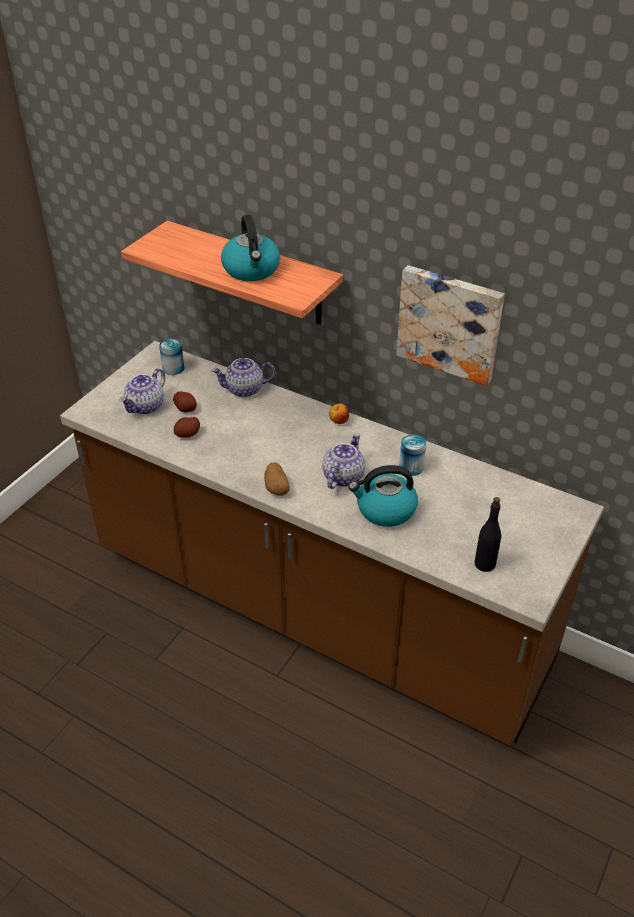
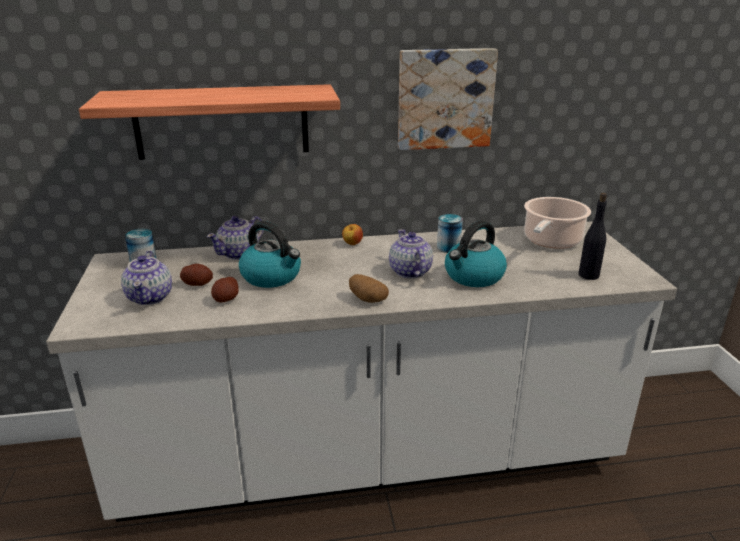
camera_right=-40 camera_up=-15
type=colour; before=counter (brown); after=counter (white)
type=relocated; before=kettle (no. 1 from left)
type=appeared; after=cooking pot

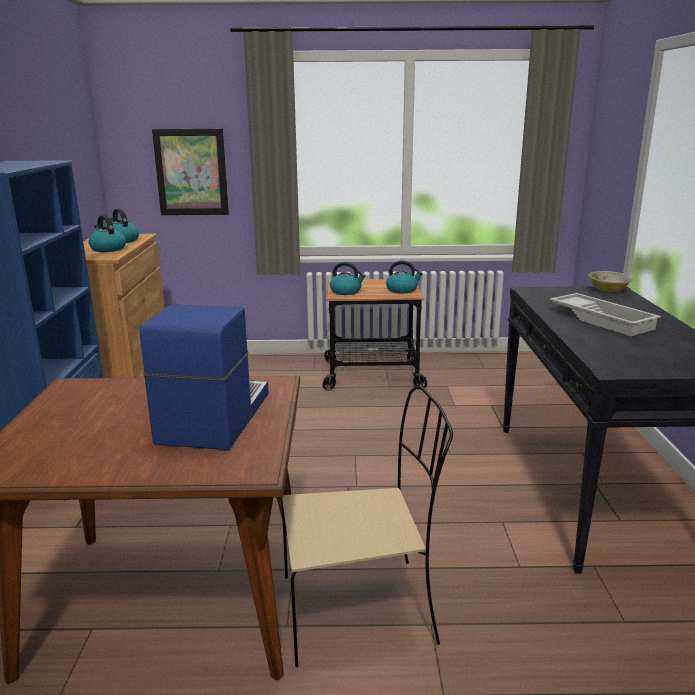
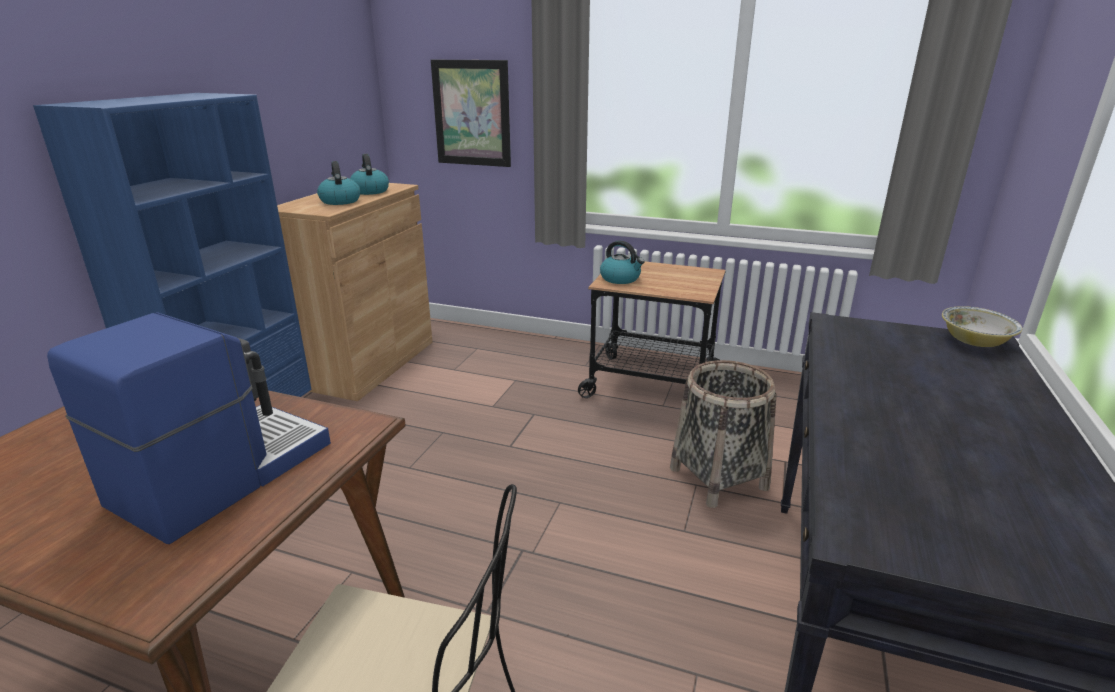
camera_right=20 camera_up=5
type=missing; before=kettle (no. 4 from left)
type=missing; before=tray (white)
type=appeared; after=basket

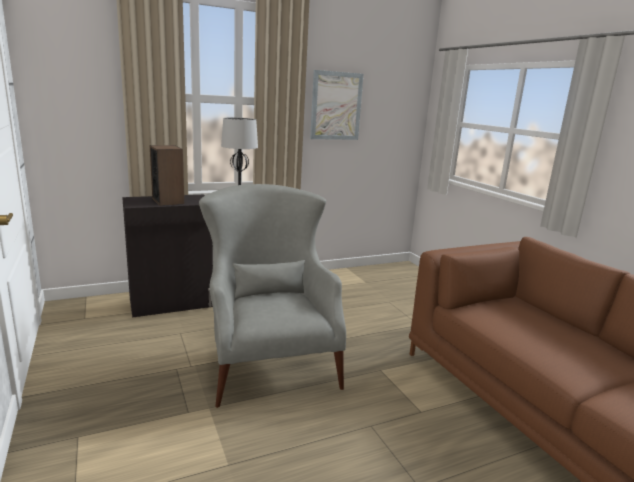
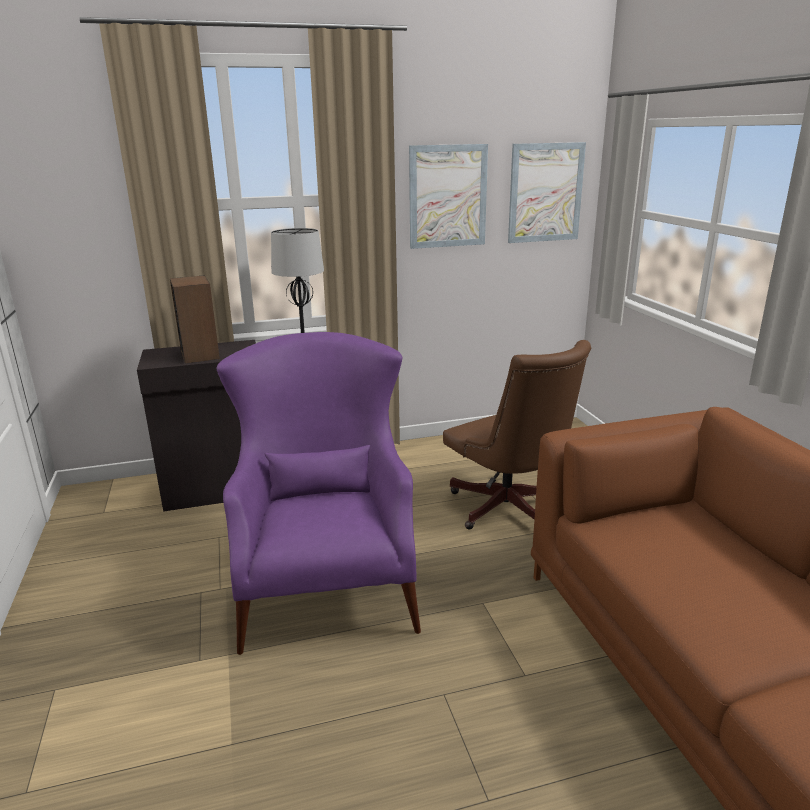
camera_right=10 camera_up=5
type=colour; before=armchair (grey); after=armchair (purple)
type=appeared; after=office chair (brown)
type=appeared; after=picture (no. 2 from left)

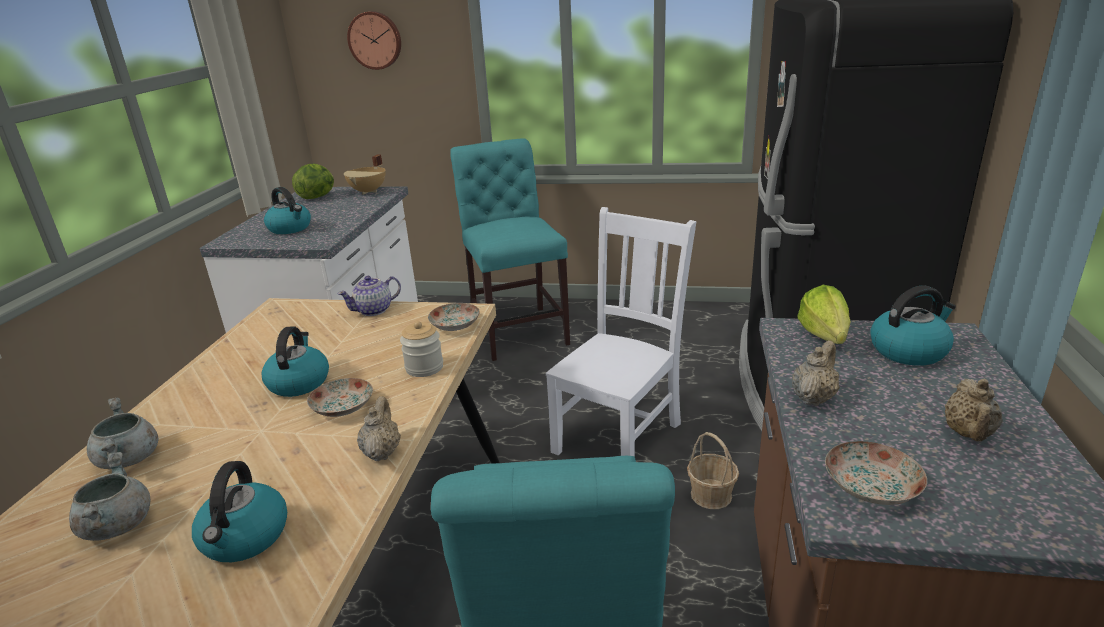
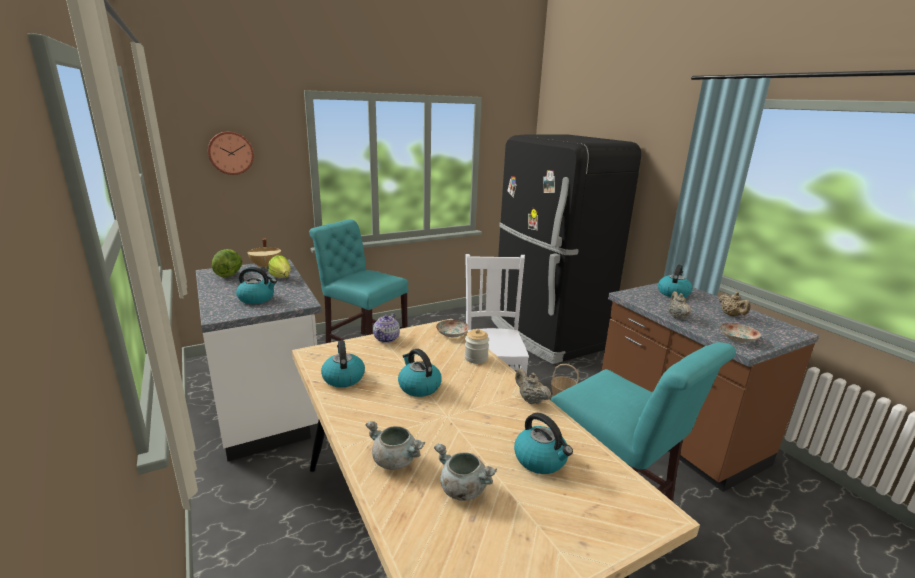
camera_right=-40 camera_up=-5
type=missing; before=plate (no. 1 from left)
type=relocated; before=lettuce (no. 2 from left)
type=appeared; after=kettle (no. 2 from left)

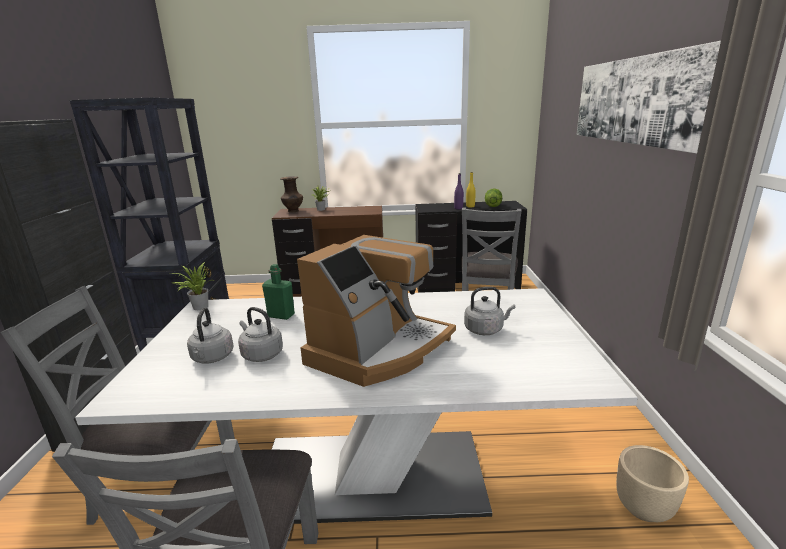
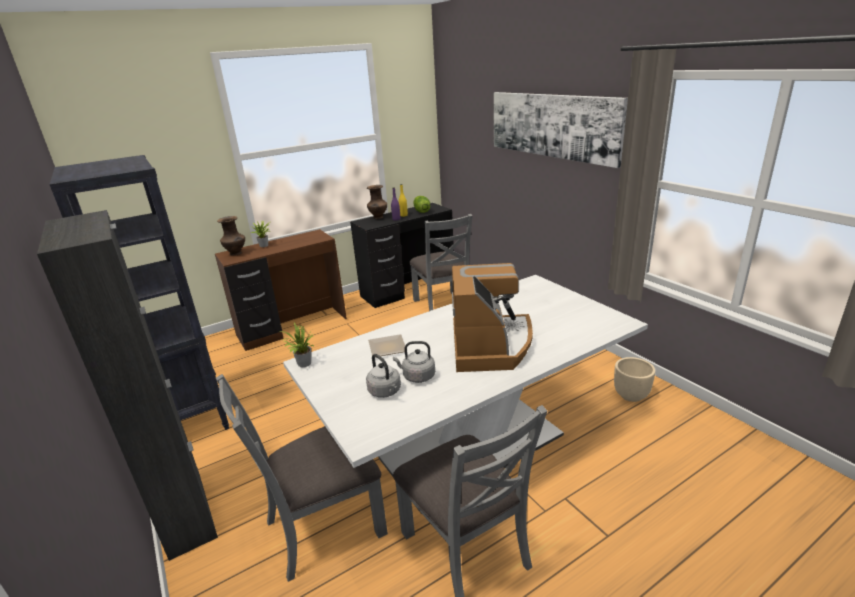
camera_right=-30 camera_up=5
type=exchanged; before=bottle (green); after=plate
type=missing; before=kettle (grey) (no. 3 from left)
type=appeared; after=vase (brown) (no. 2 from left)

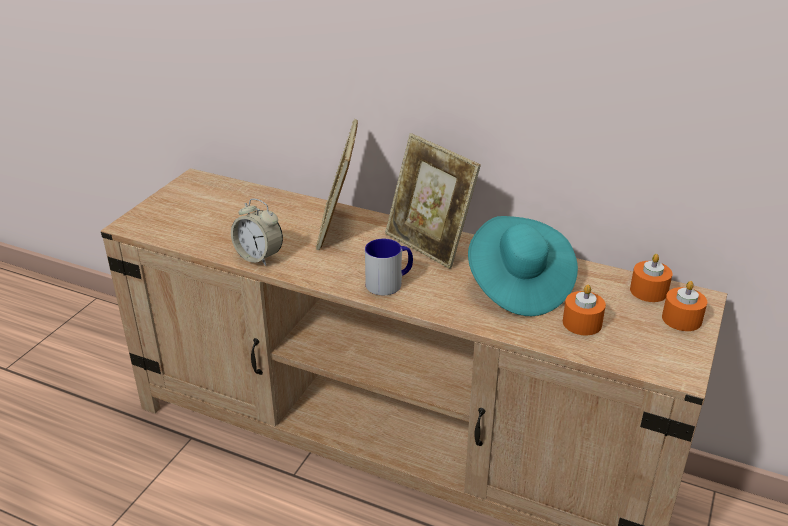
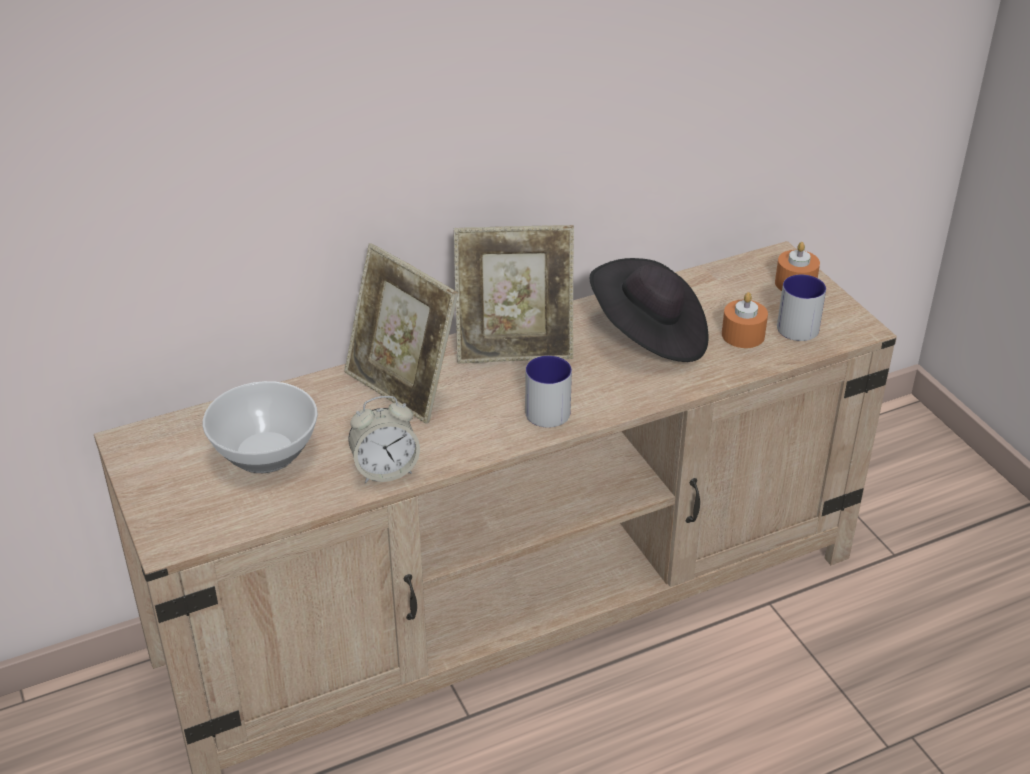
camera_right=-50 camera_up=5
type=colour; before=hat (turquoise); after=hat (black)
type=missing; before=candle (orange) (no. 2 from left)
type=appeared; after=bowl
type=appeared; after=mug (no. 2 from left)

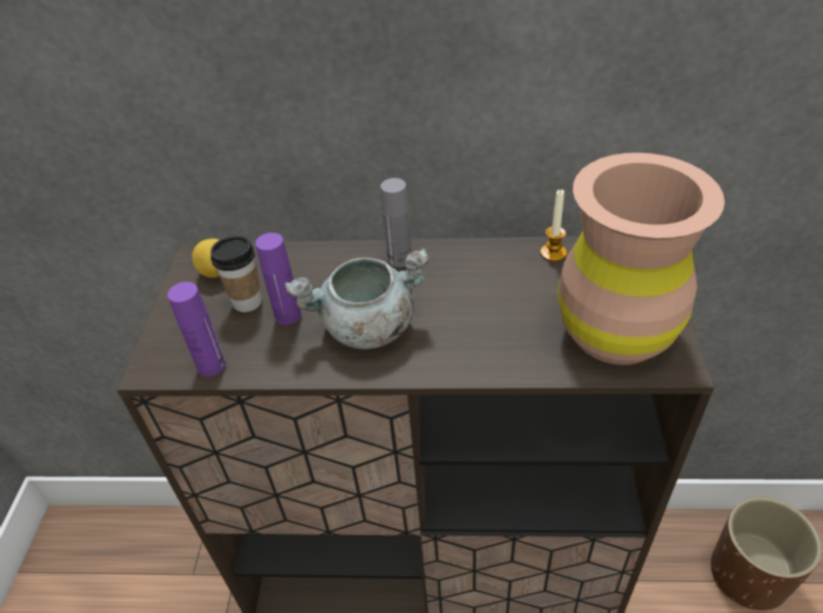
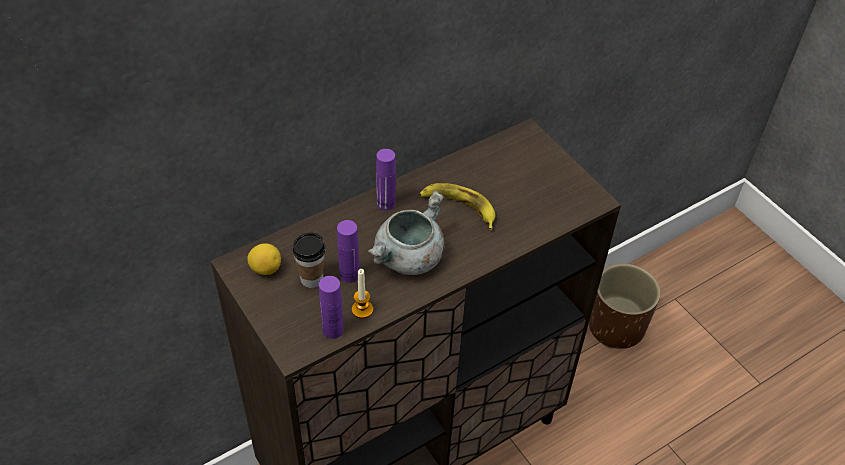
camera_right=-40 camera_up=5
type=colour; before=bottle (grey); after=bottle (purple) (no. 3 from left)
type=relocated; before=candle
type=missing; before=vase (brown)
type=appeared; after=banana

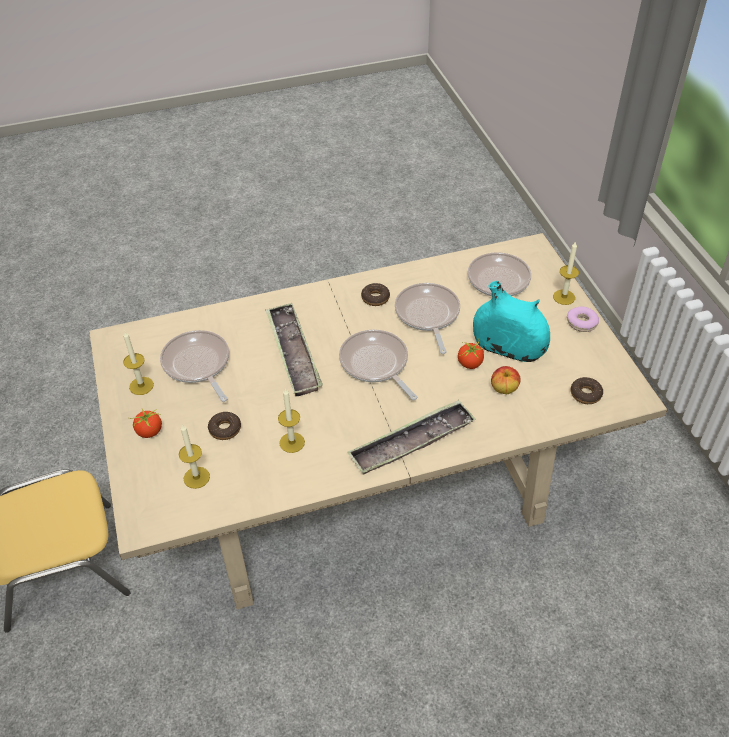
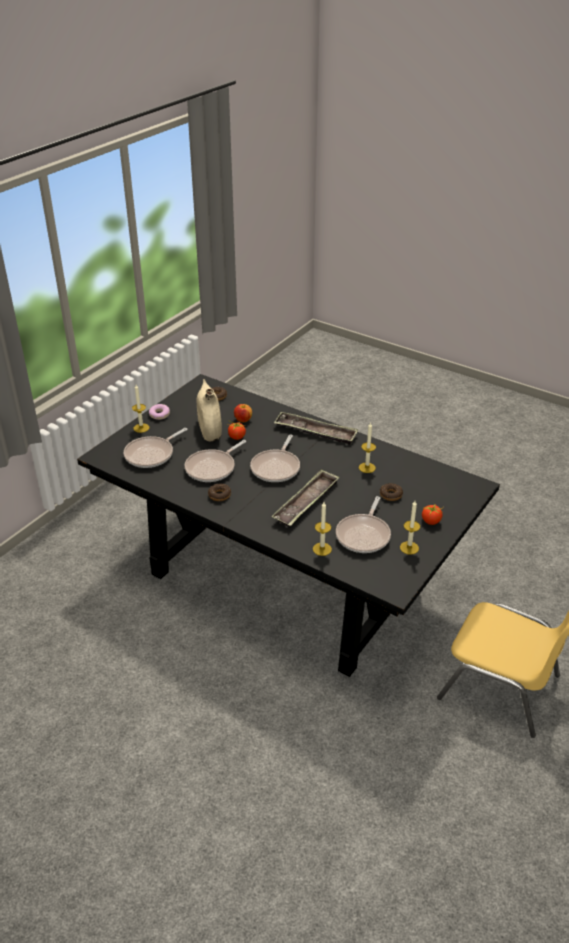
camera_right=-130 camera_up=-10
type=colour; before=dining table (beige); after=dining table (black)
type=relocated; before=candle (no. 2 from left)
type=colour; before=vase (turquoise); after=vase (beige)

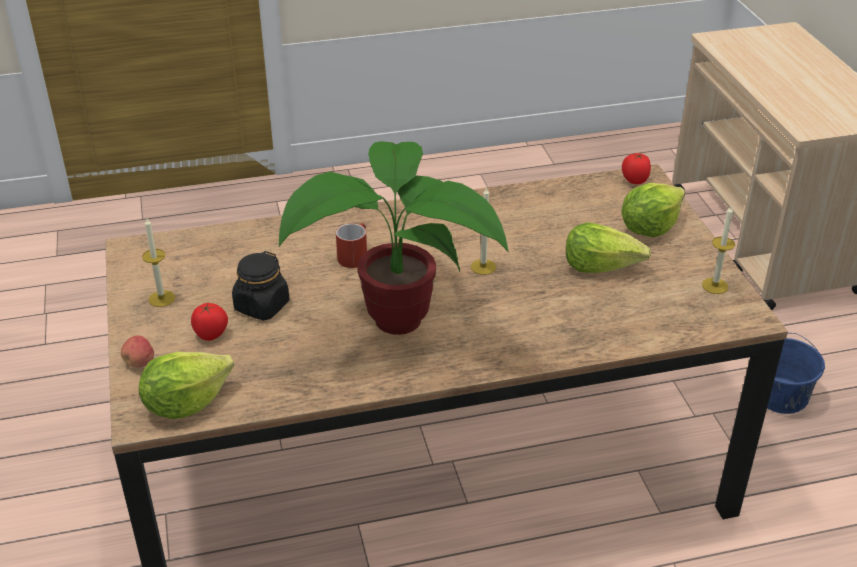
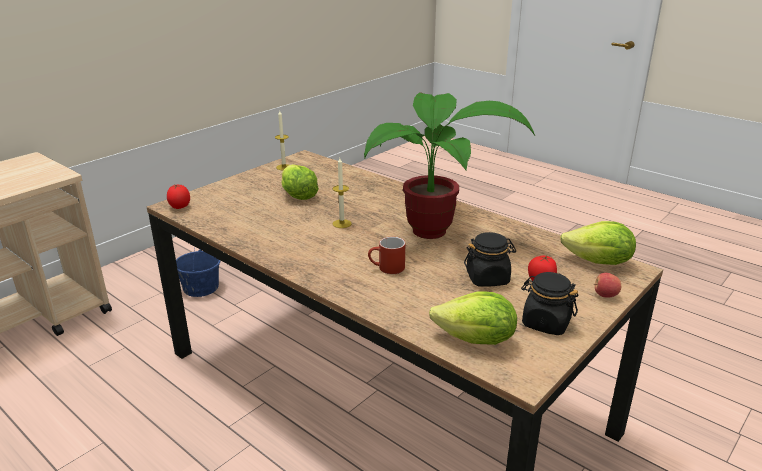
camera_right=-125 camera_up=-10
type=exchanged; before=candle (no. 1 from left); after=jar (black) (no. 2 from left)
type=relocated; before=lettuce (no. 3 from left in the first image); after=lettuce (no. 2 from left)

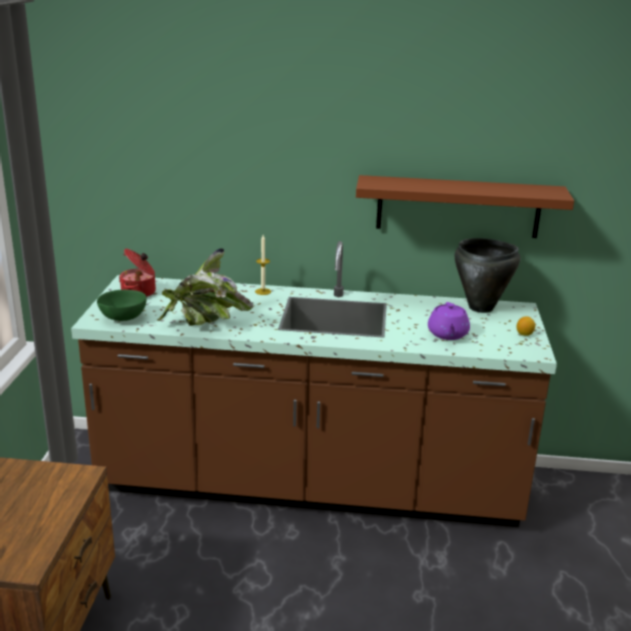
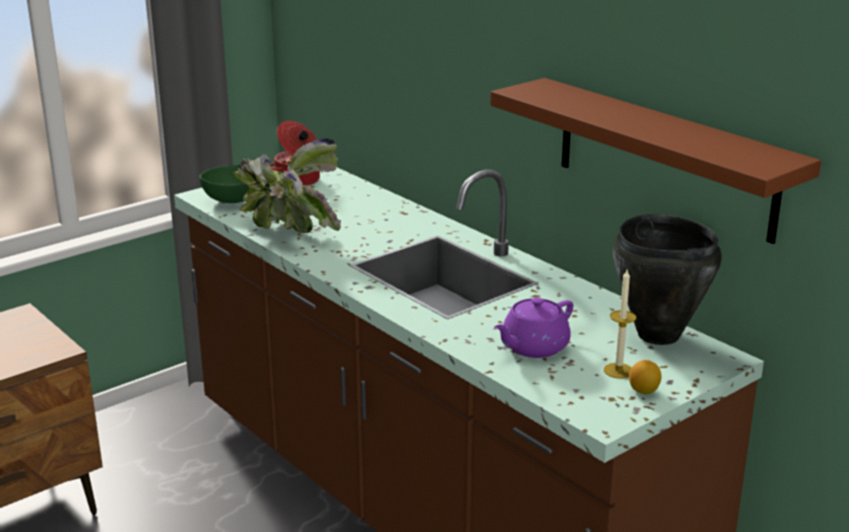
camera_right=45 camera_up=0
type=relocated; before=candle

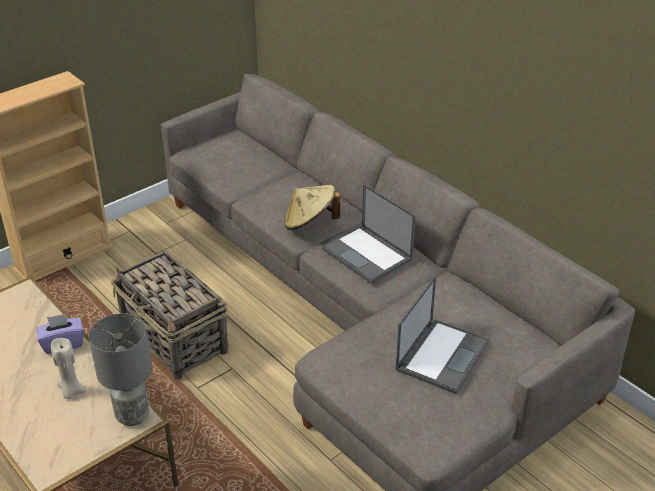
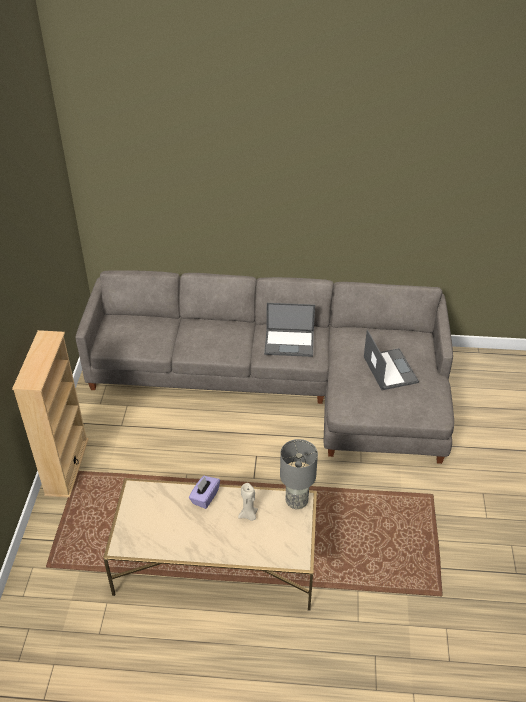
camera_right=-45 camera_up=5
type=missing; before=basket
type=missing; before=hat (beige)

